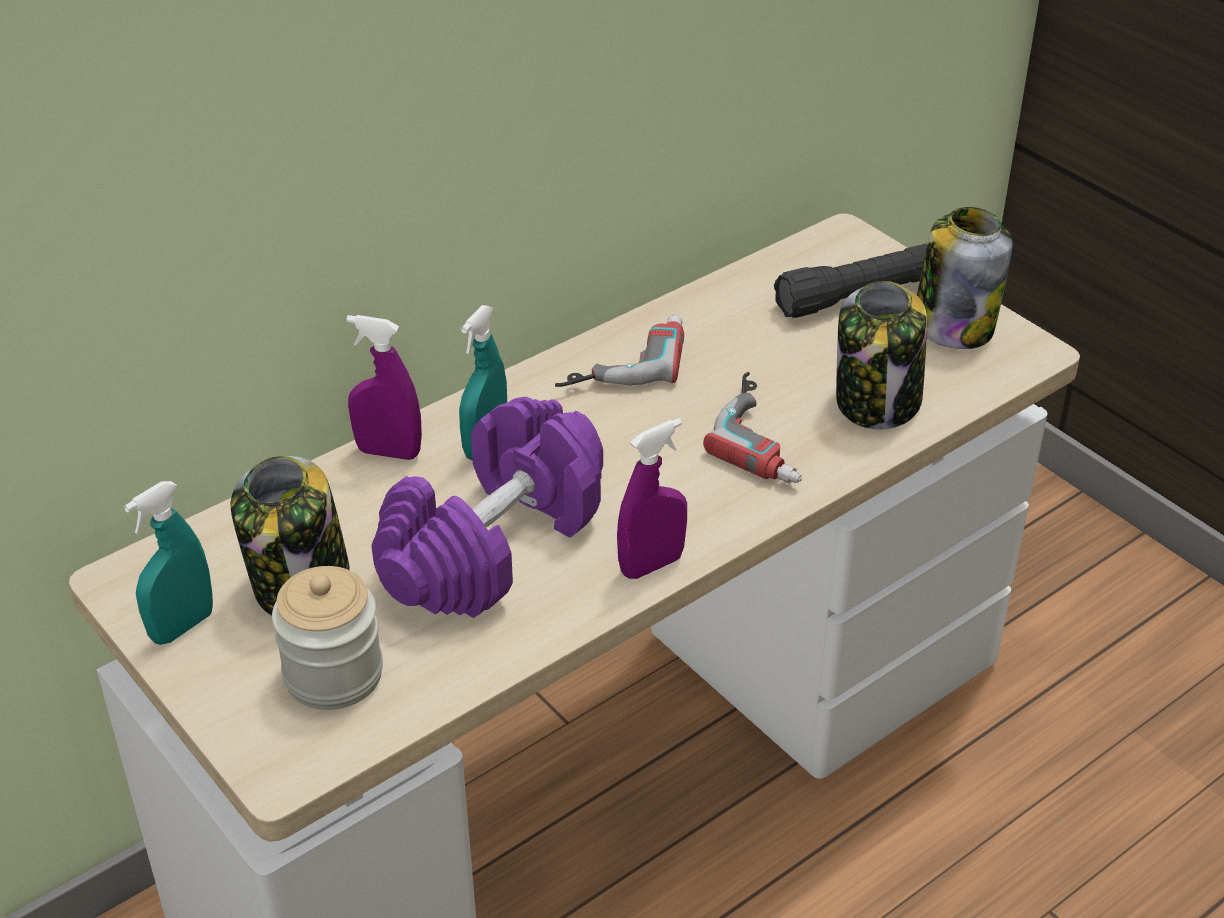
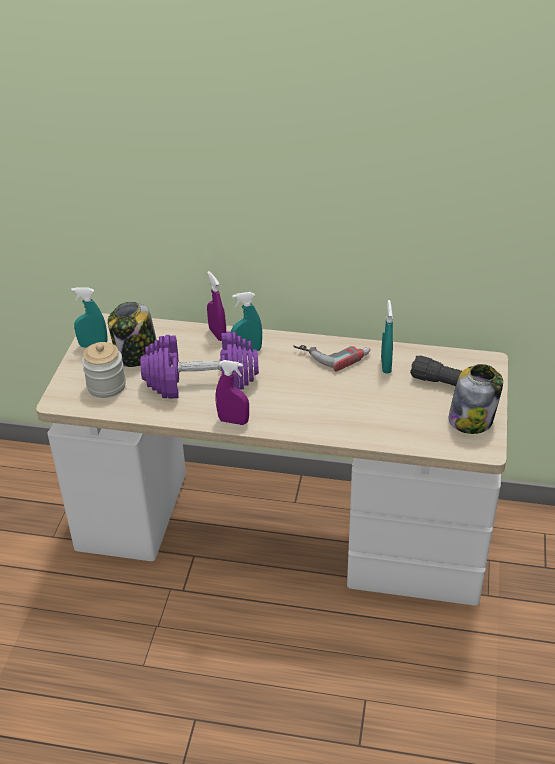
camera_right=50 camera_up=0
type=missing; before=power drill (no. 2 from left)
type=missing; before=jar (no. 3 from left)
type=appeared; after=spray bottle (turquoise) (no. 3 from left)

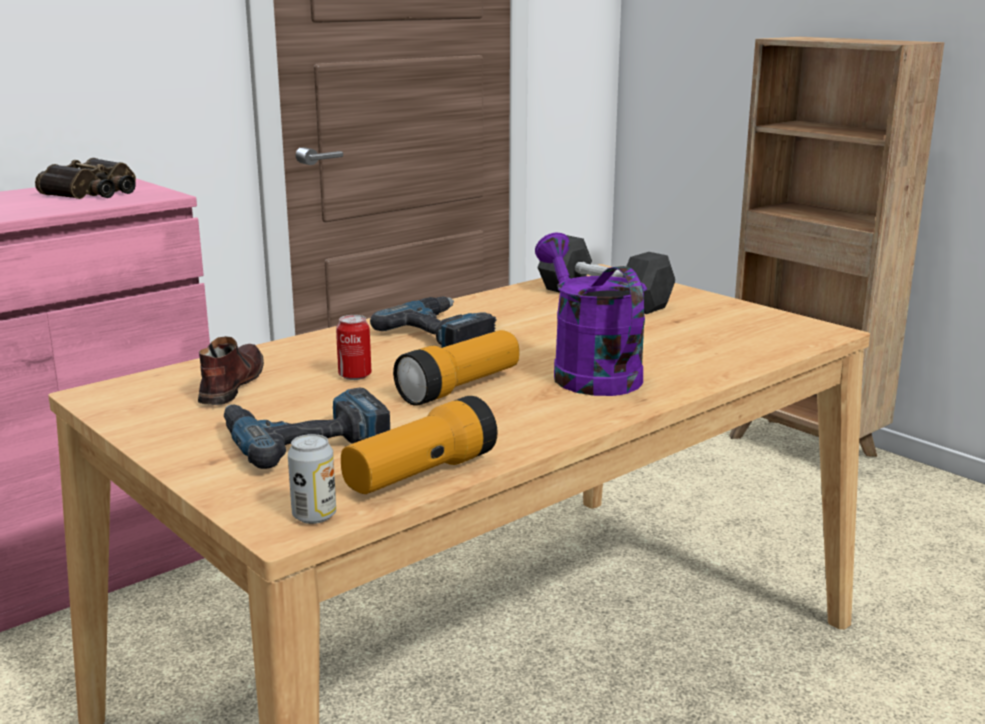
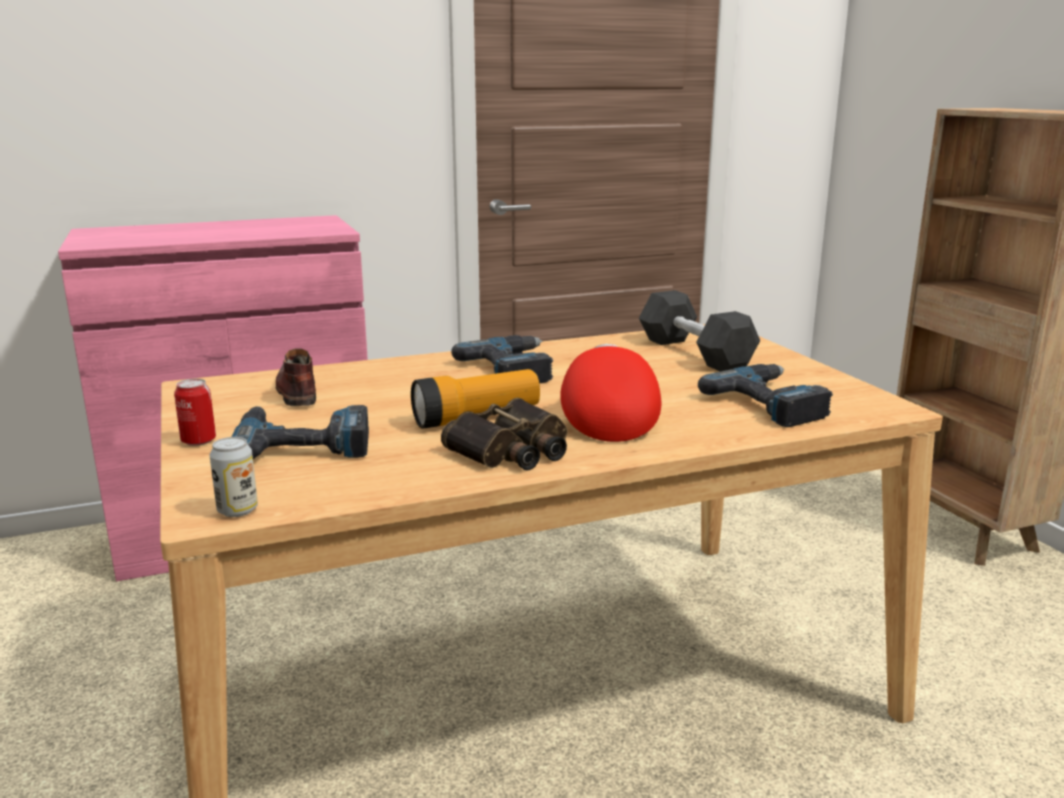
camera_right=20 camera_up=0
type=relocated; before=binoculars
type=spun; before=shoe (brown); turn=-45
type=relocated; before=can (no. 2 from left in the first image); after=can (no. 1 from left)
type=missing; before=flashlight (no. 1 from left)
type=exchanged; before=watering can (purple); after=cap (red)
type=appeared; after=power drill (no. 3 from left)

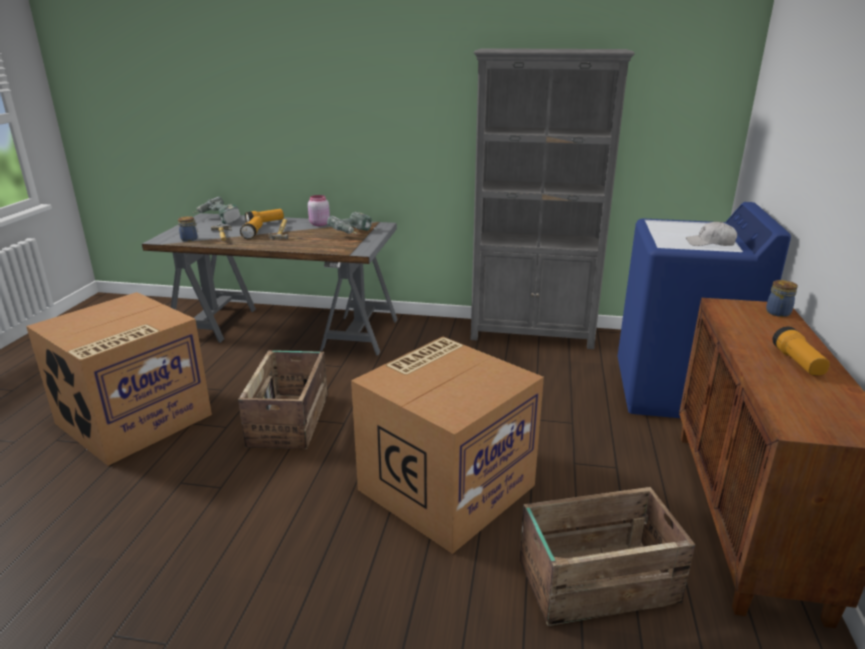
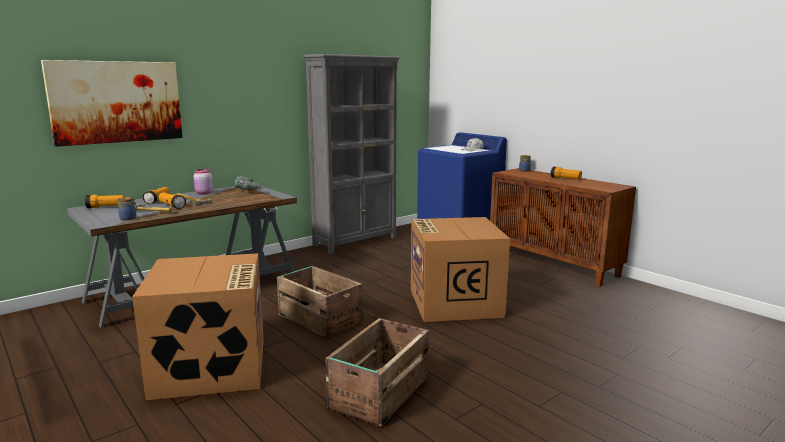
camera_right=-50 camera_up=-10
type=exchanged; before=power drill (no. 1 from left); after=flashlight (no. 1 from left)
type=relocated; before=crate (no. 2 from left)
type=appeared; after=picture

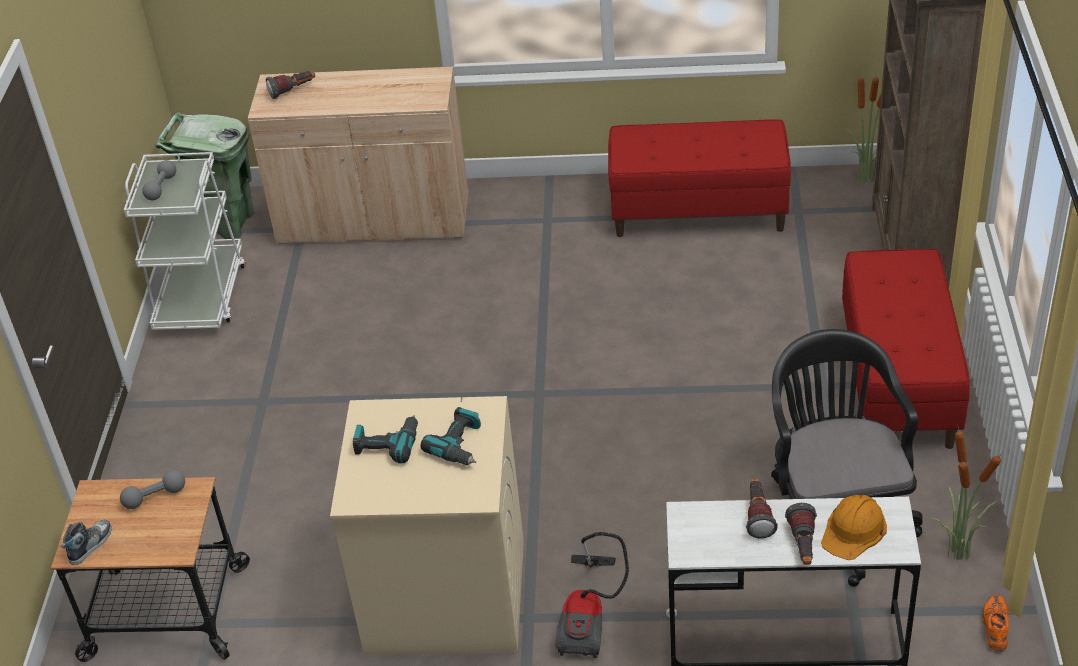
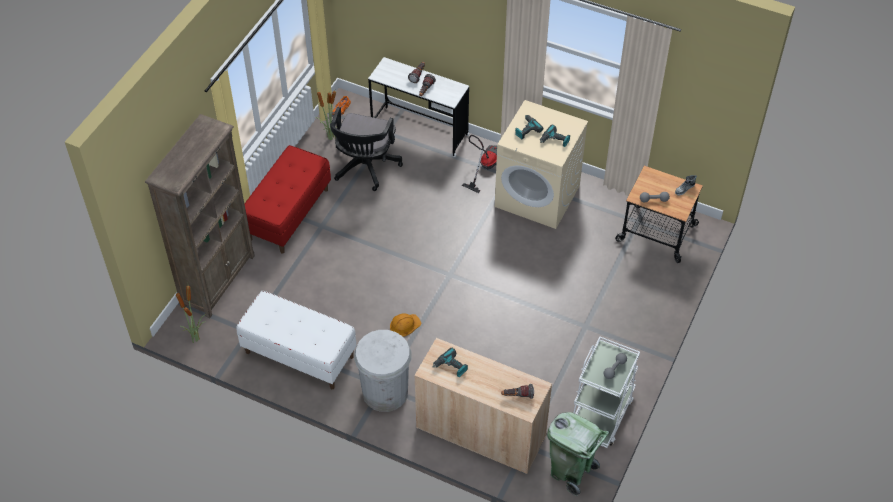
camera_right=-160 camera_up=10
type=colour; before=bench (red) (no. 1 from left); after=bench (white)
type=relocated; before=hard hat (orange)
type=appeared; after=trash can (white)
type=appeared; after=power drill (no. 1 from left)

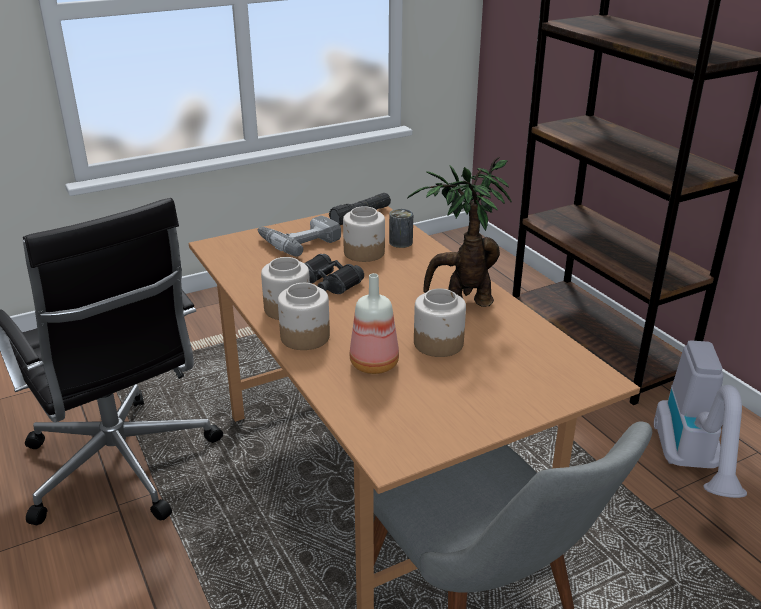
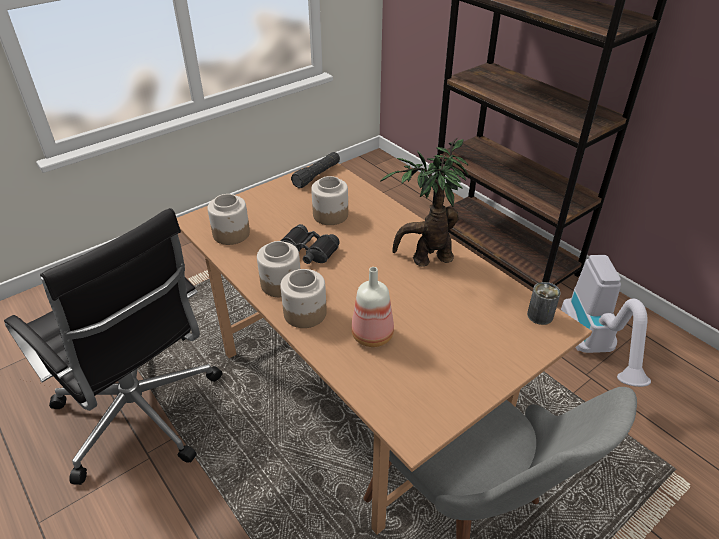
camera_right=-10 camera_up=10
type=missing; before=power drill
type=relocated; before=can
type=relocated; before=jar (no. 4 from left in the first image); after=jar (no. 1 from left)

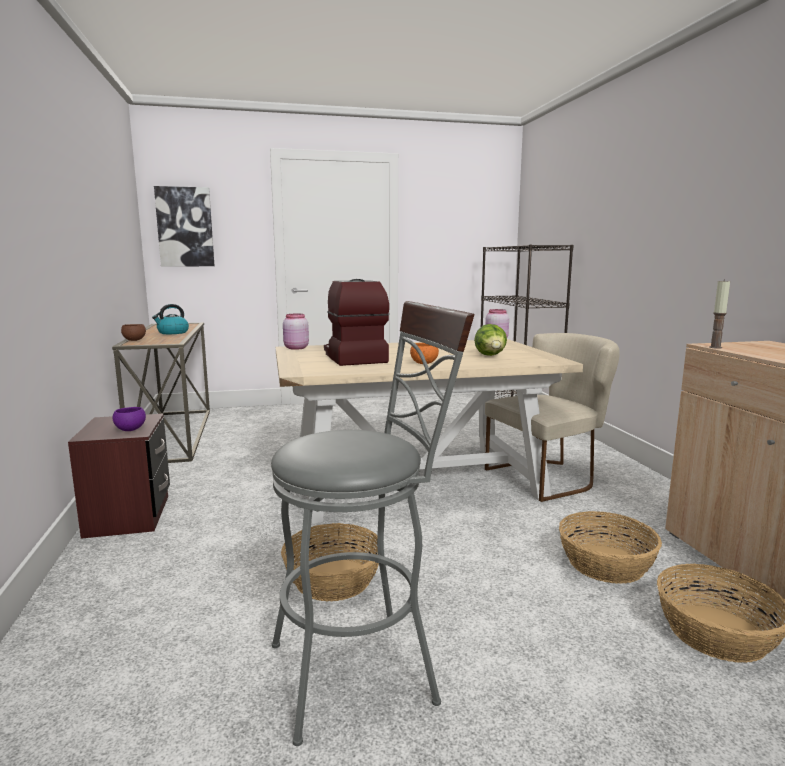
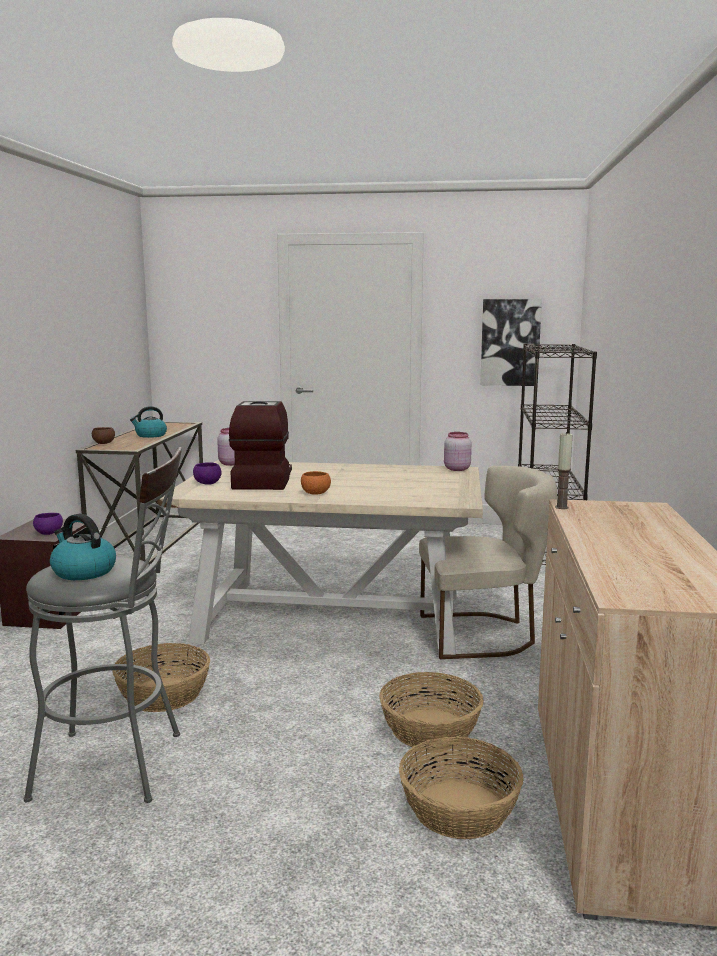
camera_right=20 camera_up=0
type=relocated; before=picture
type=missing; before=lettuce
type=appeared; after=kettle (no. 1 from left)
type=appeared; after=bowl (purple) (no. 2 from left)

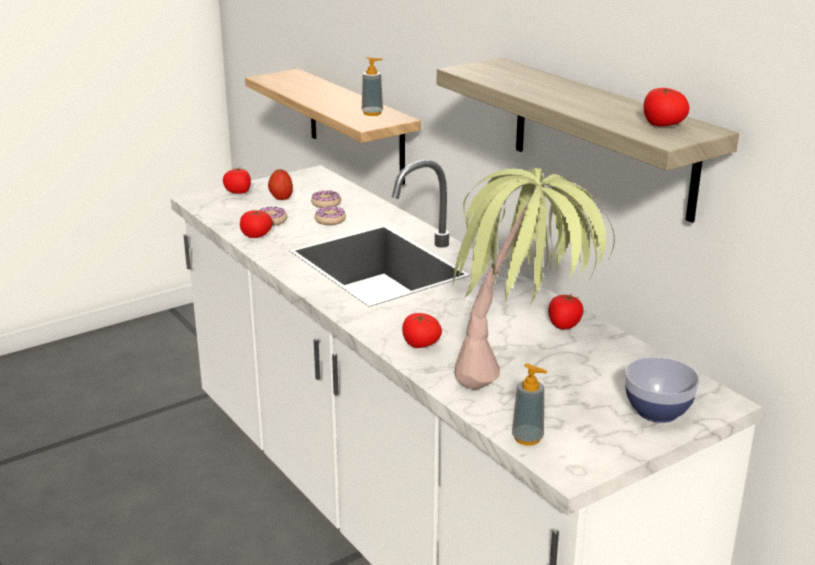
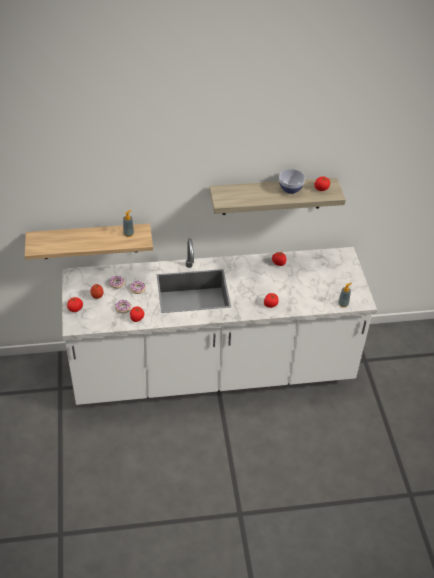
camera_right=-65 camera_up=20
type=missing; before=potted plant
type=relocated; before=bowl

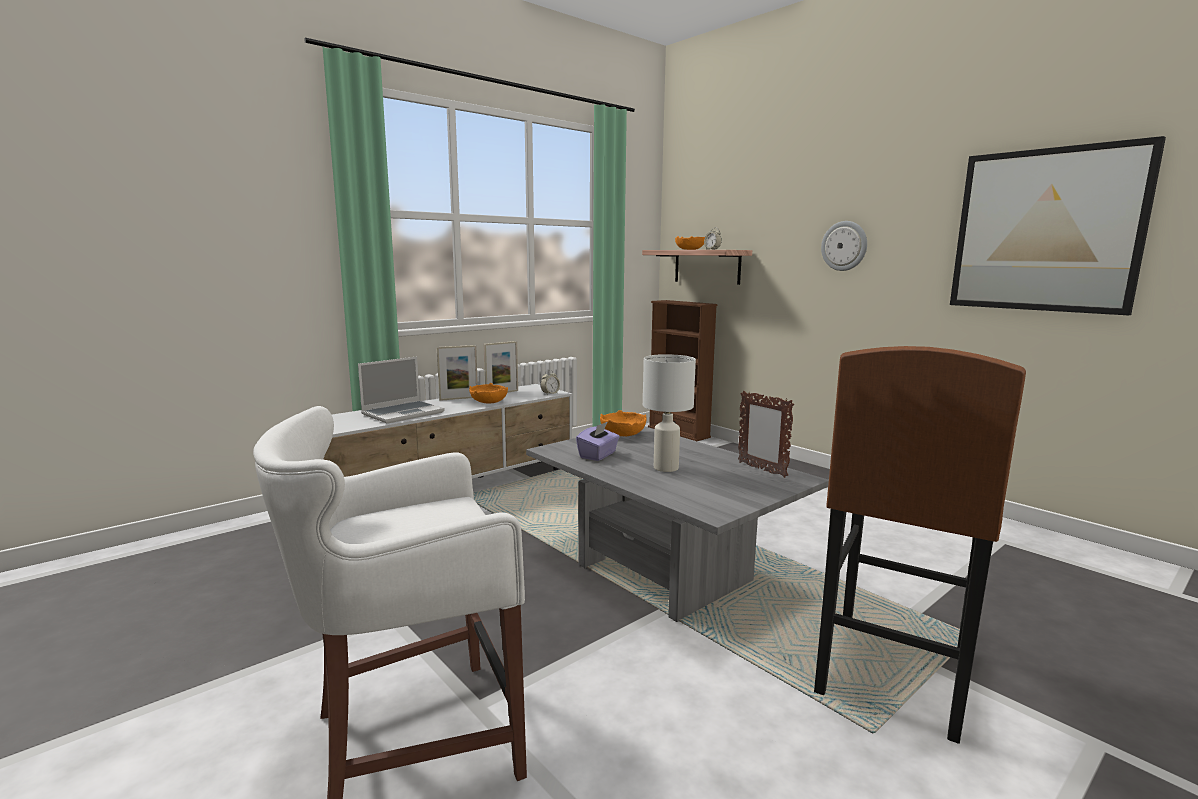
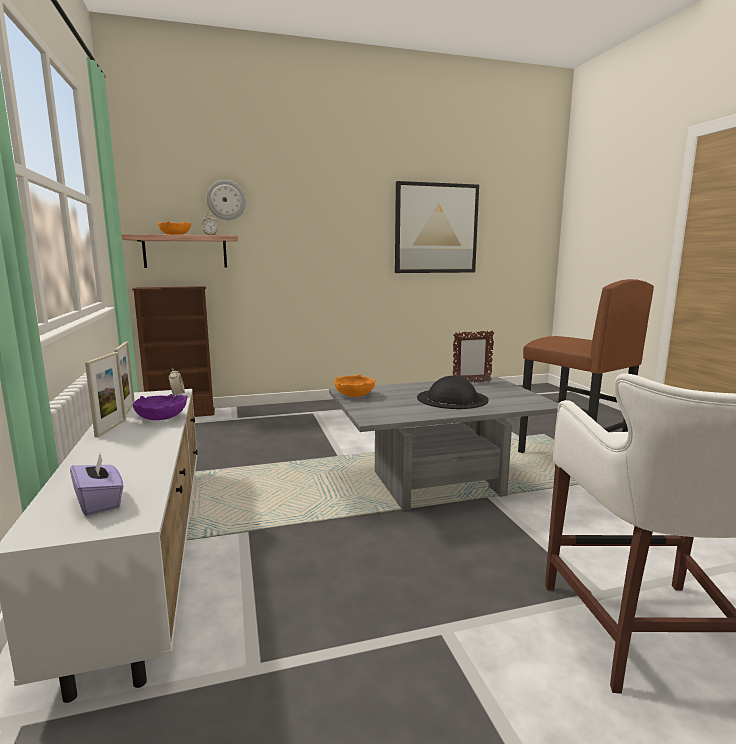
camera_right=-65 camera_up=0
type=missing; before=laptop
type=colour; before=bowl (orange) (no. 1 from left); after=bowl (purple)
type=relocated; before=tissue box (purple)
type=exchanged; before=table lamp (white); after=hat (black)
type=relocated; before=wall clock

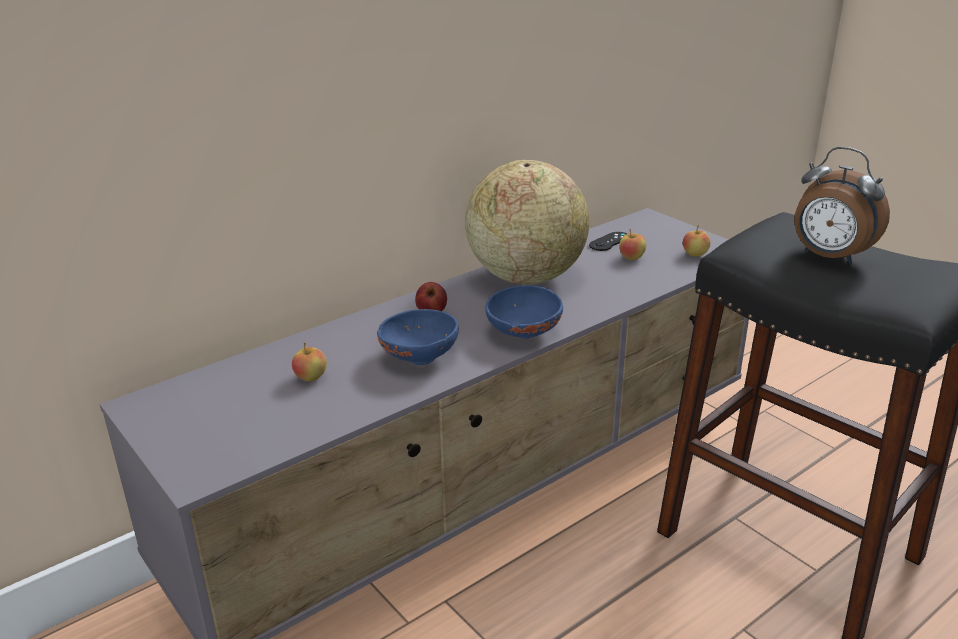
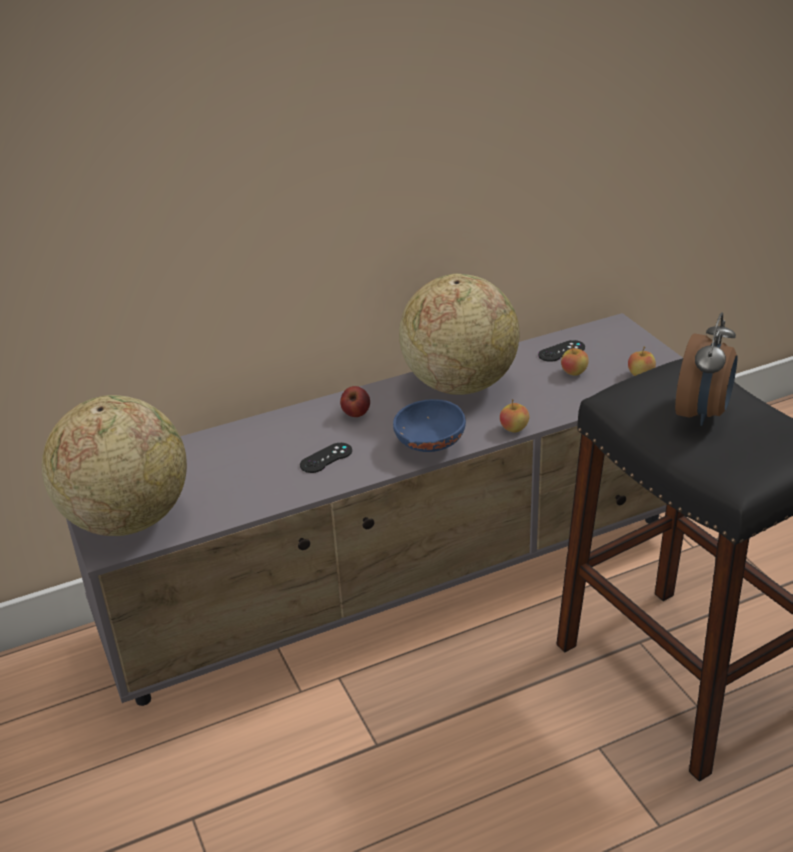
camera_right=15 camera_up=5
type=relocated; before=apple (no. 1 from left in the first image); after=apple (no. 2 from left)
type=exchanged; before=bowl (blue) (no. 1 from left); after=game controller (black) (no. 1 from left)
type=spun; before=alarm clock; turn=-120
type=appeared; after=globe (no. 1 from left)

